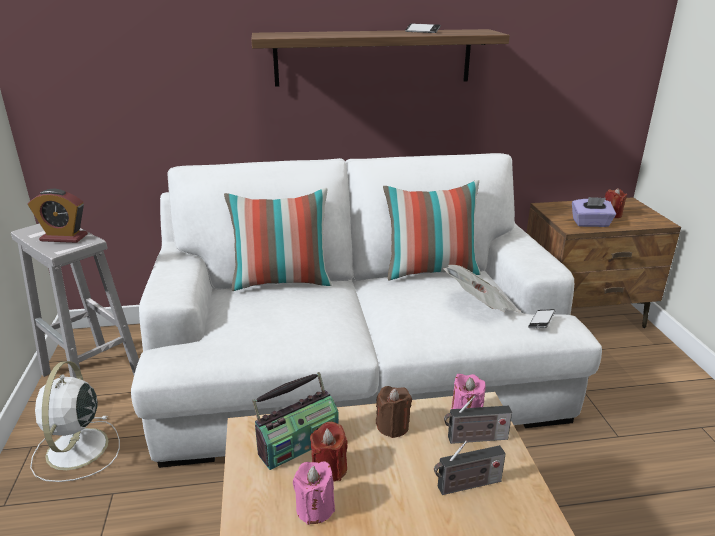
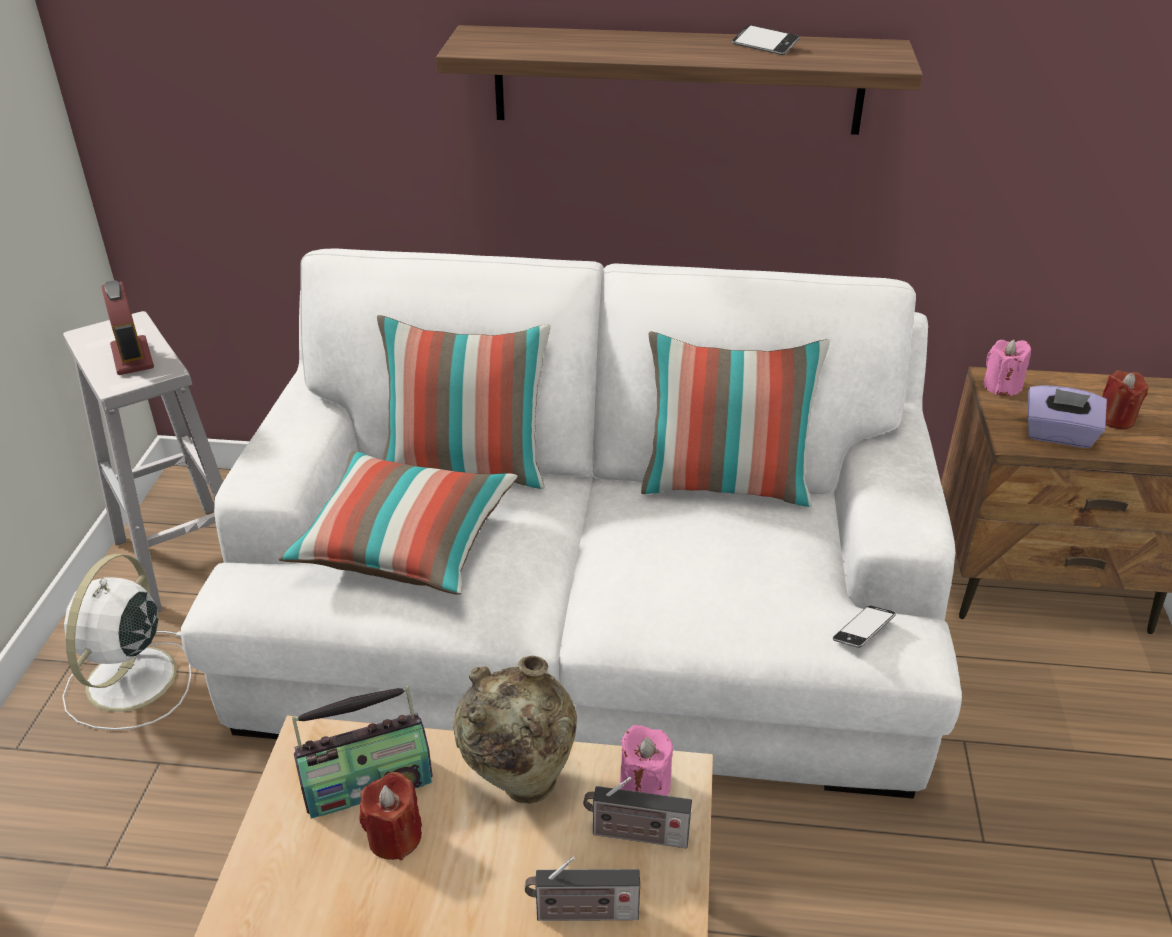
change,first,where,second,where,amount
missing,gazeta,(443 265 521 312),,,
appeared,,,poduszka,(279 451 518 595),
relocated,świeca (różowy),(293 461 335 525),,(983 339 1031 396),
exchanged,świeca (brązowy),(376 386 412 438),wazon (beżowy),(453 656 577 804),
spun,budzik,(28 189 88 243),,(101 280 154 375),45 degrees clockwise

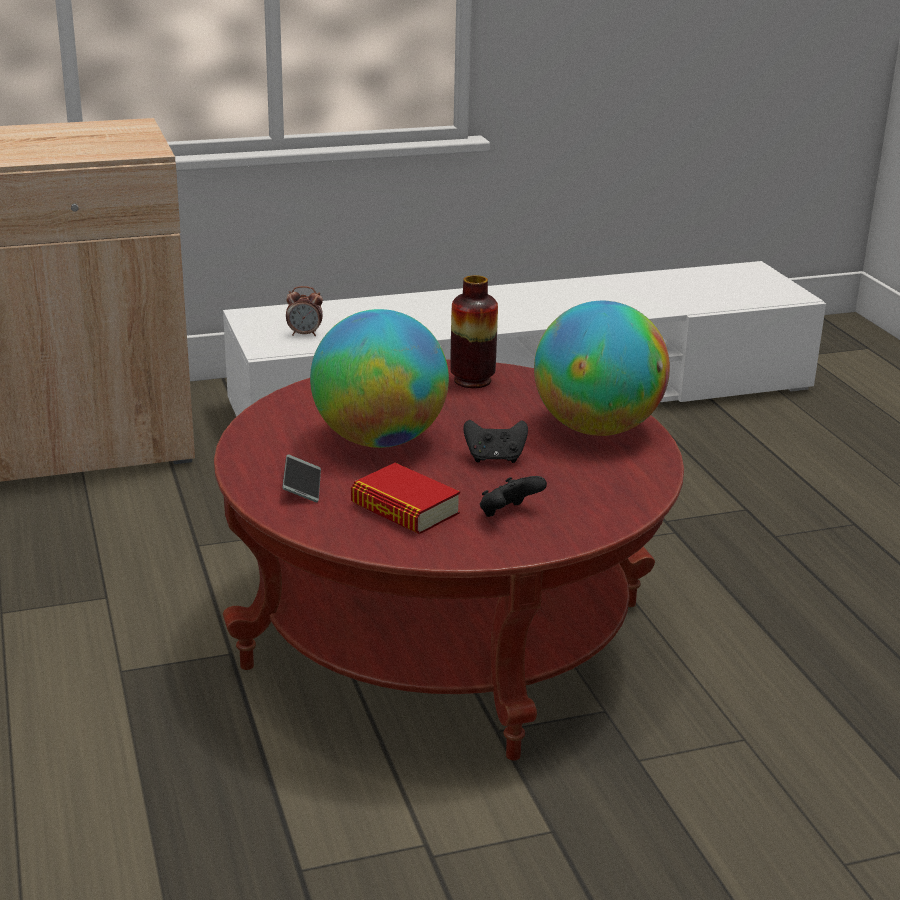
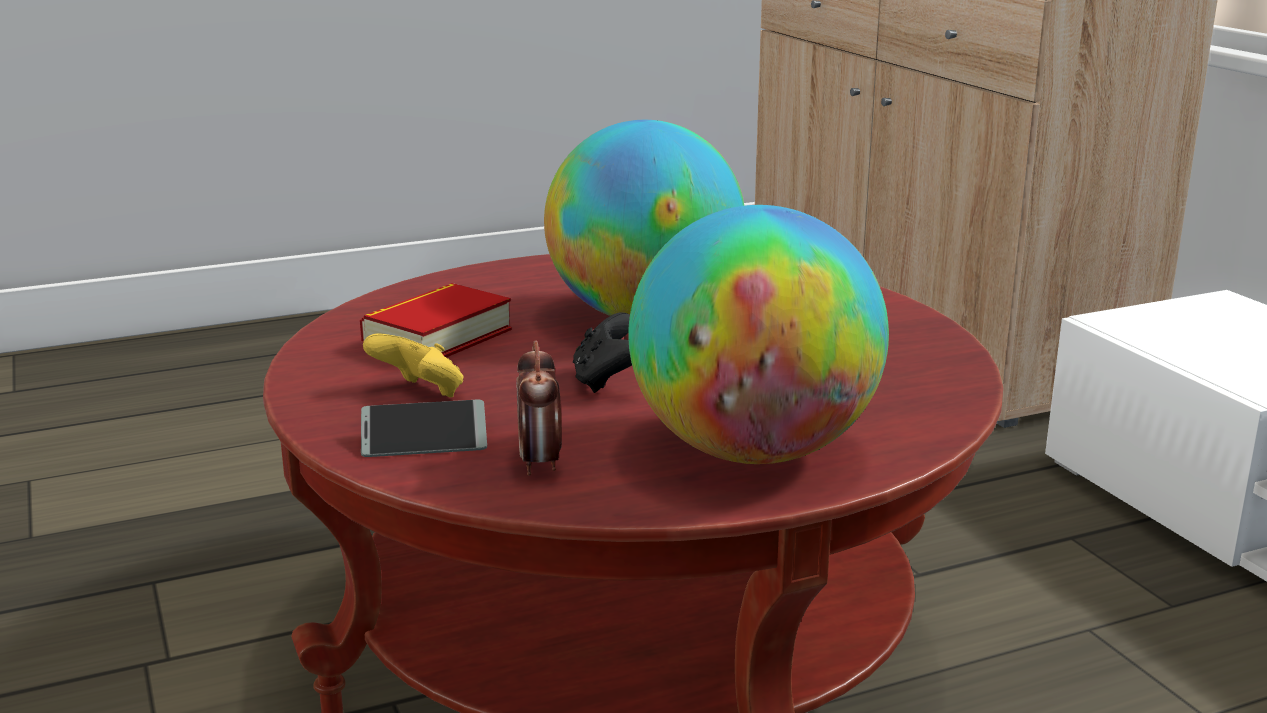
change,first,where,second,where,amount
missing,wazon,(450 275 498 388),,,
relocated,telefon,(282 454 321 502),,(361 400 487 457),
relocated,budzik,(286 286 323 336),,(516 340 562 476),
colour,pad do gier (czarny),(480 476 547 517),pad do gier (żółty),(363 334 464 398),

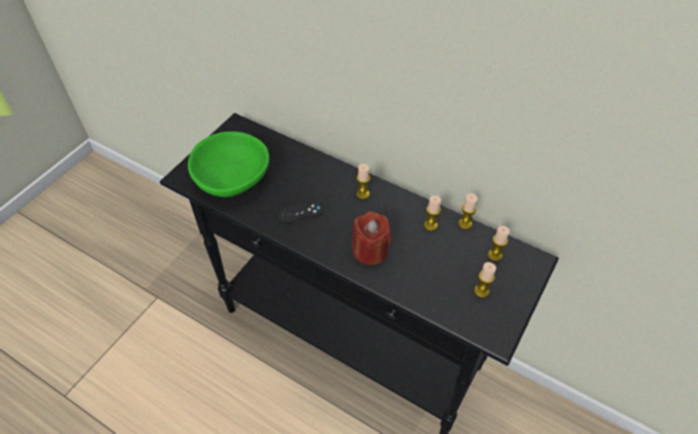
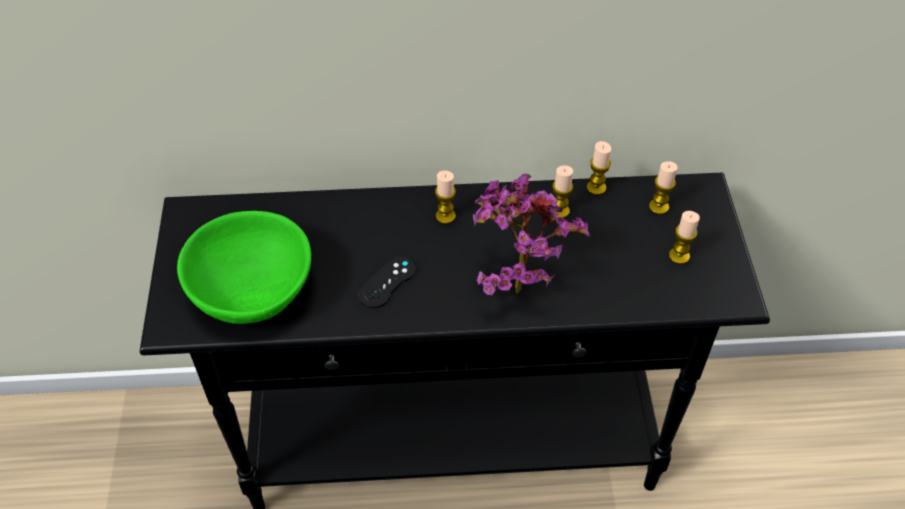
change,first,where,second,where,amount
exchanged,świeca (czerwony),(352 211 392 265),roślina doniczkowa,(473 174 590 295),

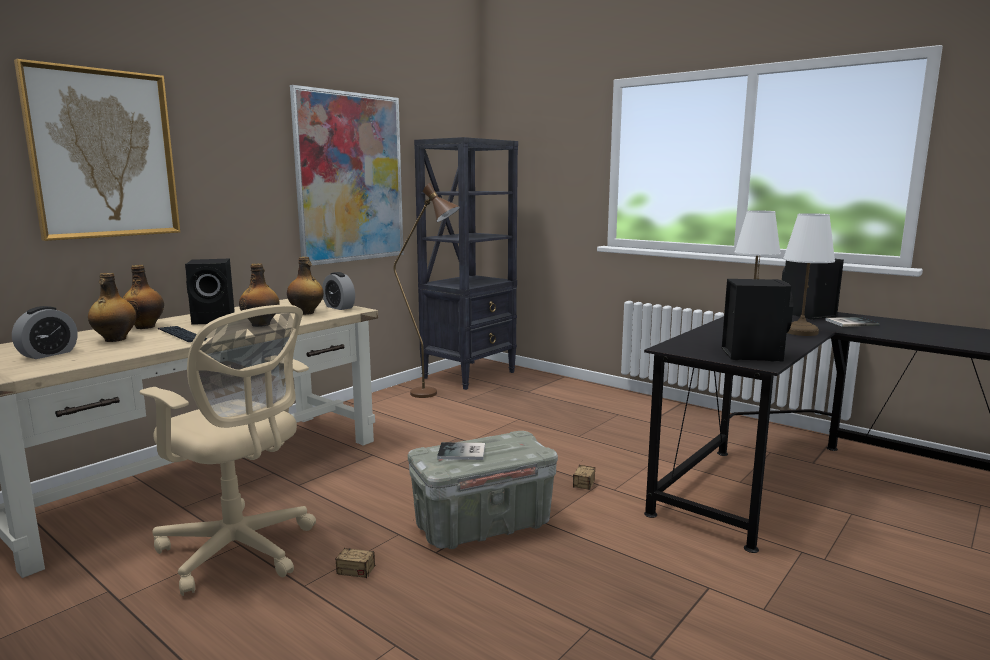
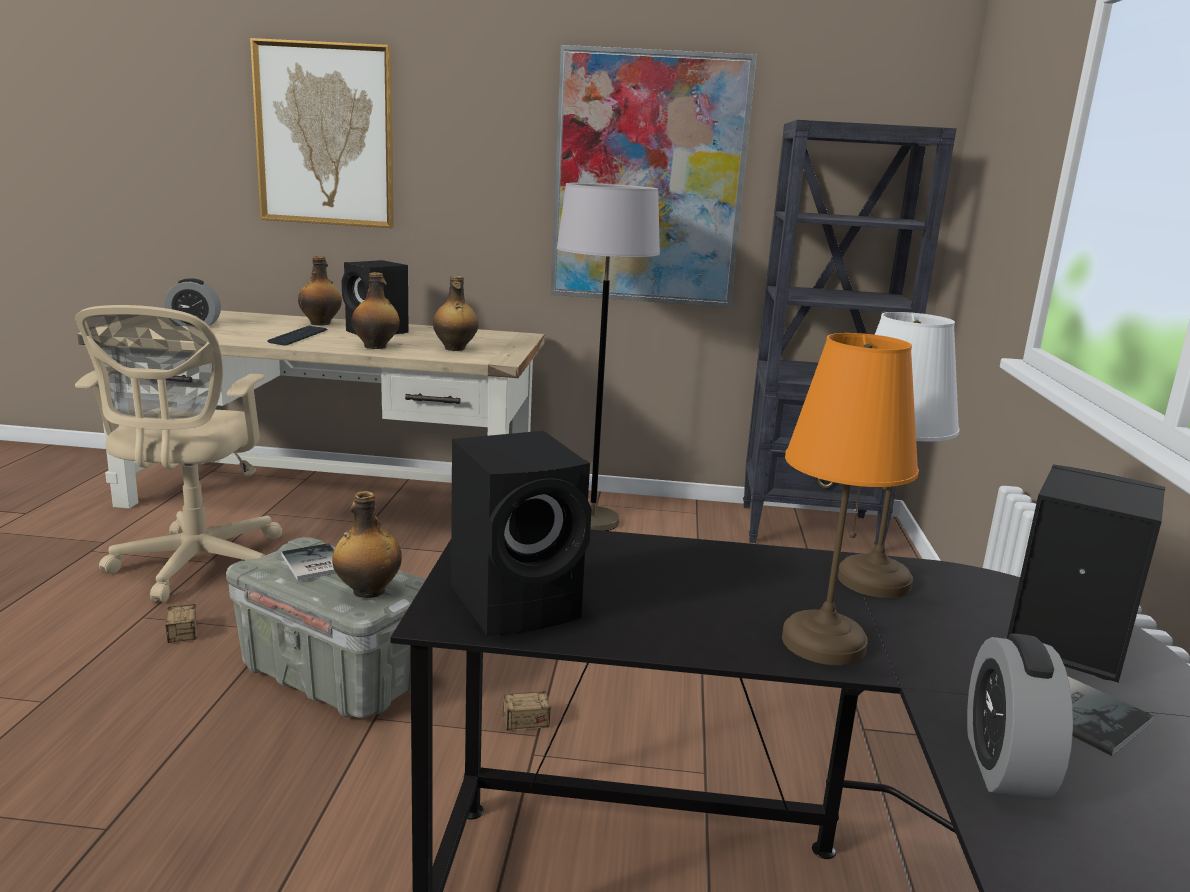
change,first,where,second,where,amount
missing,lampa stojąca (brązowy),(393 183 460 398),,,
appeared,,,lampa stojąca (szary),(557 183 660 531),
relocated,butelka,(88 273 137 342),,(332 491 402 598),
relocated,budzik,(322 272 355 310),,(967 633 1073 800),
colour,lampa stołowa (biały),(783 213 835 336),lampa stołowa (pomarańczowy),(782 333 919 665),

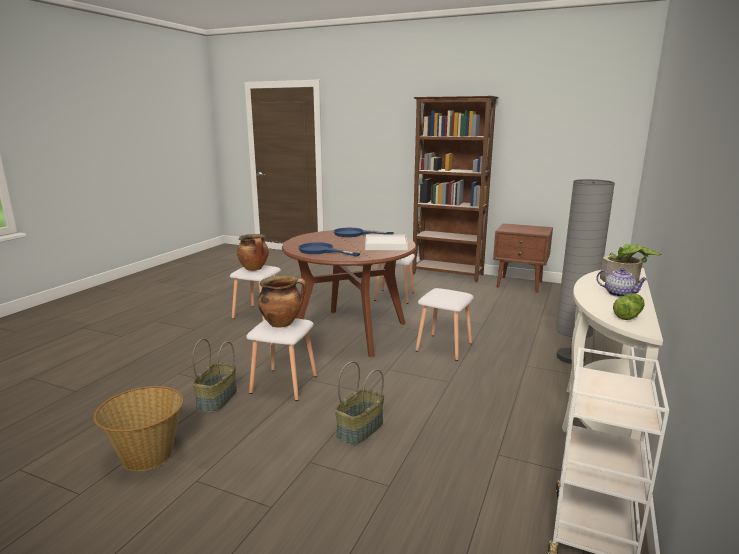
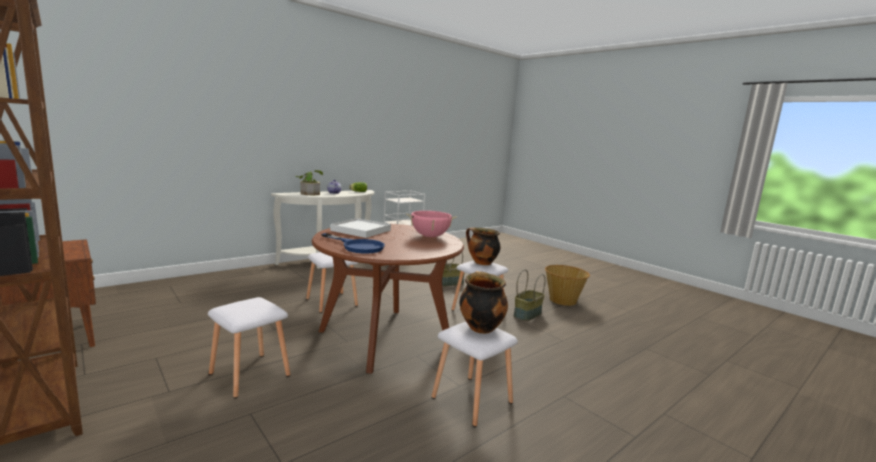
change,first,where,second,where,amount
missing,lampa stojąca (szary),(556 179 615 364),,,
exchanged,patelnia (niebieski),(298 242 360 257),garnek (różowy),(406 211 457 237),

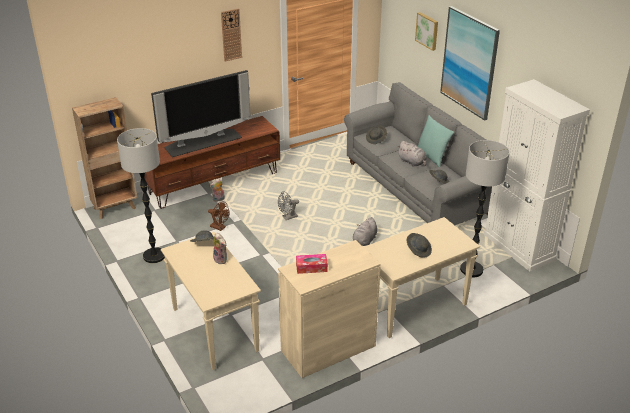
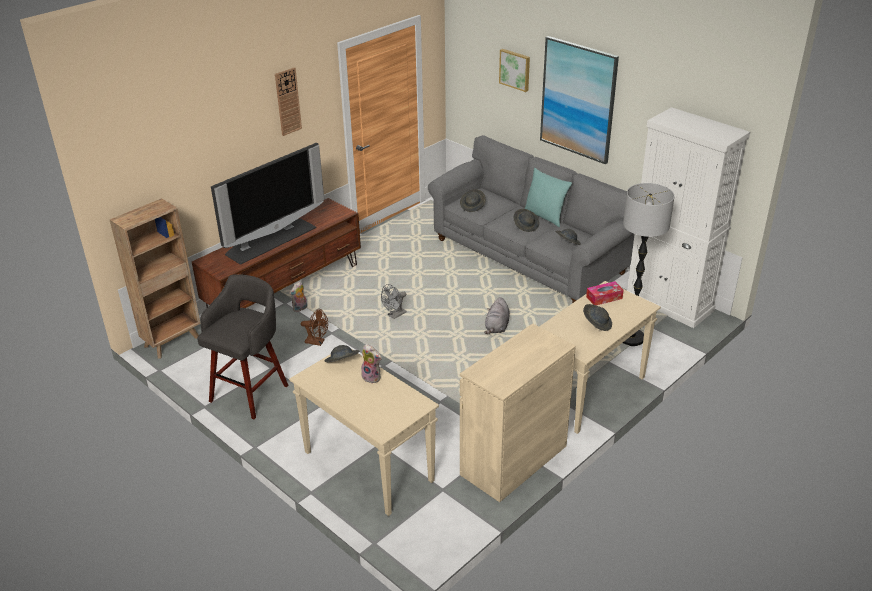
change,first,where,second,where,amount
relocated,pudełko chusteczek,(296 254 328 274),,(586 281 624 305),
exchanged,lampa stojąca,(117 128 165 263),stołek (szary),(197 274 288 419),
exchanged,pluszak (szary),(398 141 426 167),kapelusz (szary),(514 209 539 232),

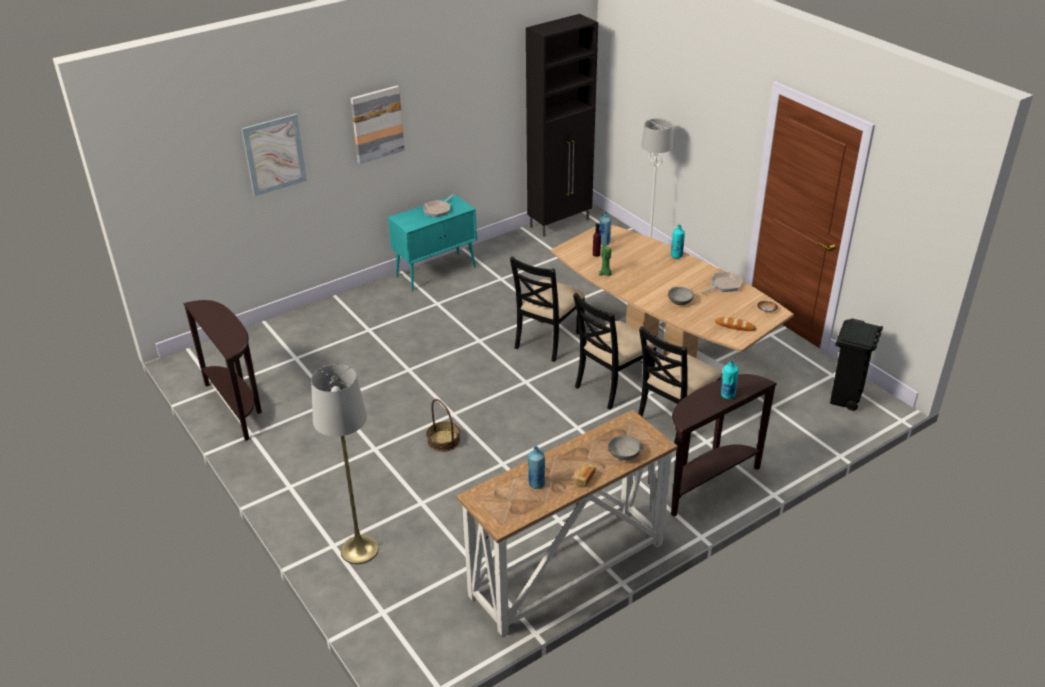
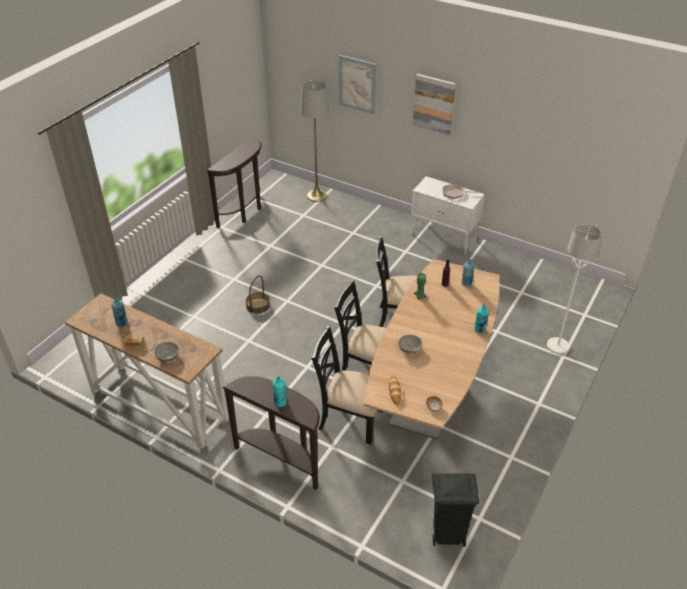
change,first,where,second,where,amount
missing,szafka (czarny),(526 14 598 237),,,
missing,patelnia,(701 272 743 294),,,
relocated,lampa stojąca (szary),(311 364 379 564),,(300 80 329 202),
colour,szafka (turkusowy),(388 195 477 291),szafka (biały),(411 176 485 254),

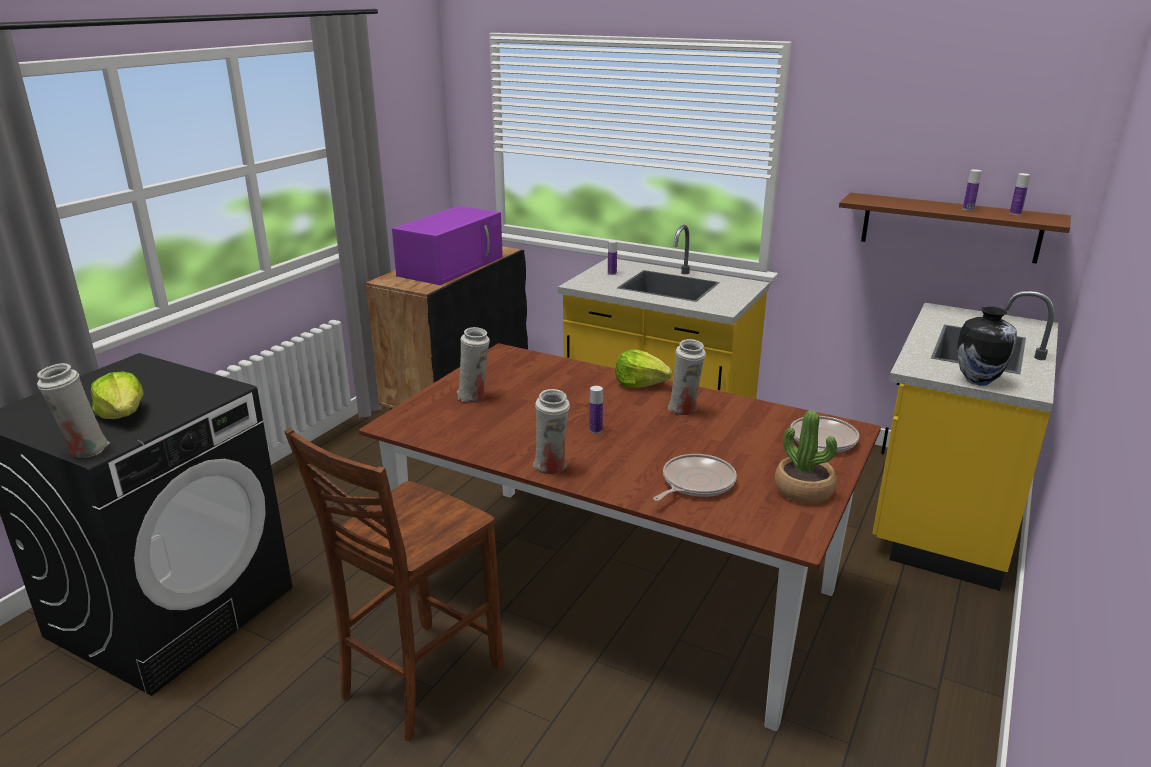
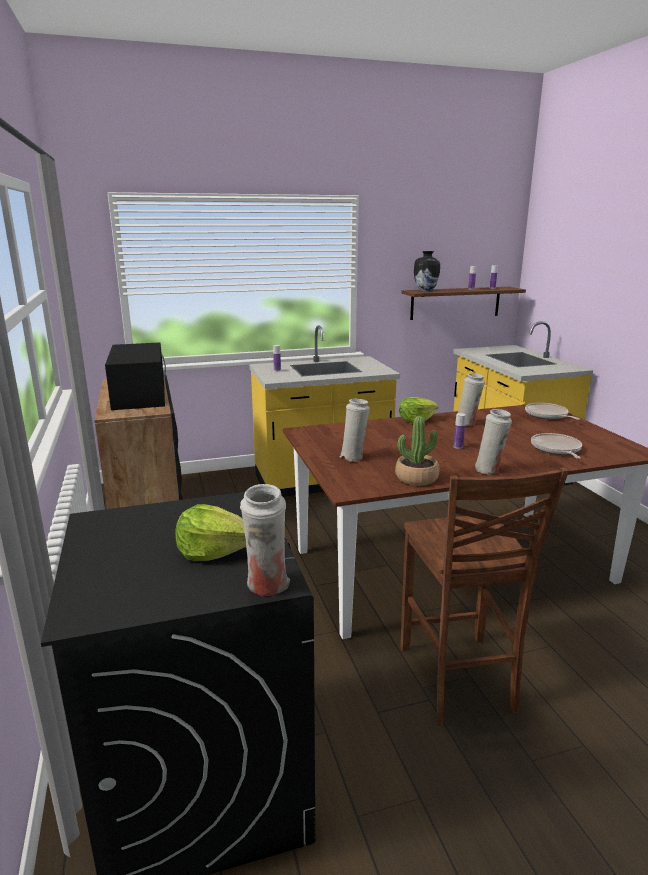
change,first,where,second,where,amount
relocated,roślina doniczkowa,(775 410 837 504),,(395 416 439 485),
relocated,wazon,(958 306 1017 386),,(414 251 440 292),
colour,mikrofalówka (fioletowy),(392 206 503 285),mikrofalówka (czarny),(105 342 166 410),

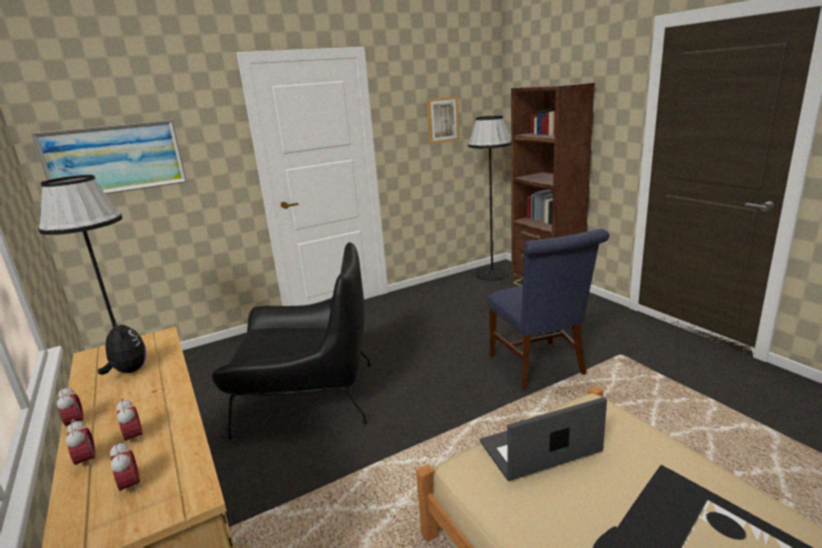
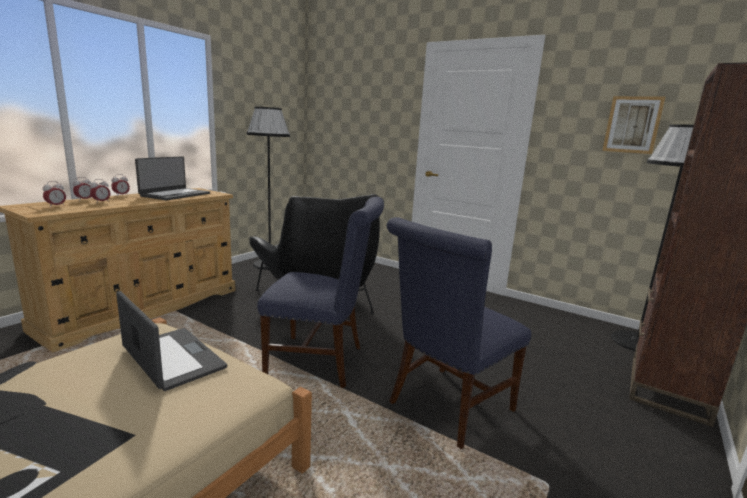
change,first,where,second,where,amount
missing,obraz,(31 120 187 194),,,
appeared,,,krzesło (niebieski),(257 197 384 388),
exchanged,pluszak,(98 318 147 375),laptop,(135 156 210 200),

